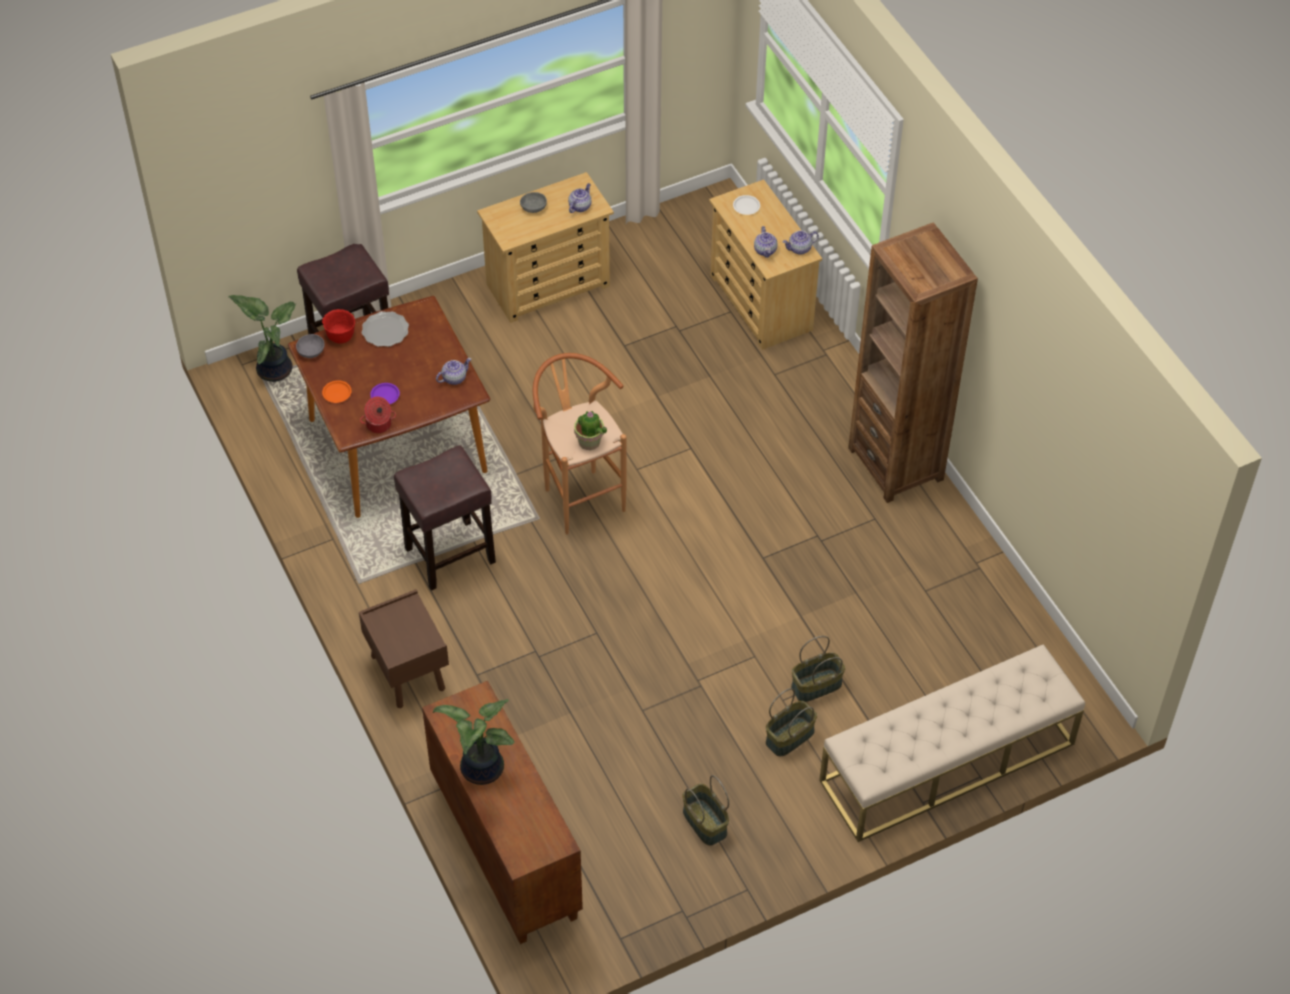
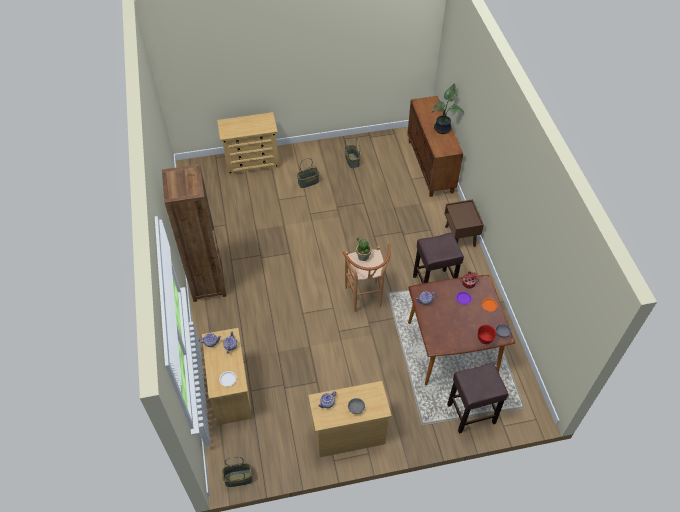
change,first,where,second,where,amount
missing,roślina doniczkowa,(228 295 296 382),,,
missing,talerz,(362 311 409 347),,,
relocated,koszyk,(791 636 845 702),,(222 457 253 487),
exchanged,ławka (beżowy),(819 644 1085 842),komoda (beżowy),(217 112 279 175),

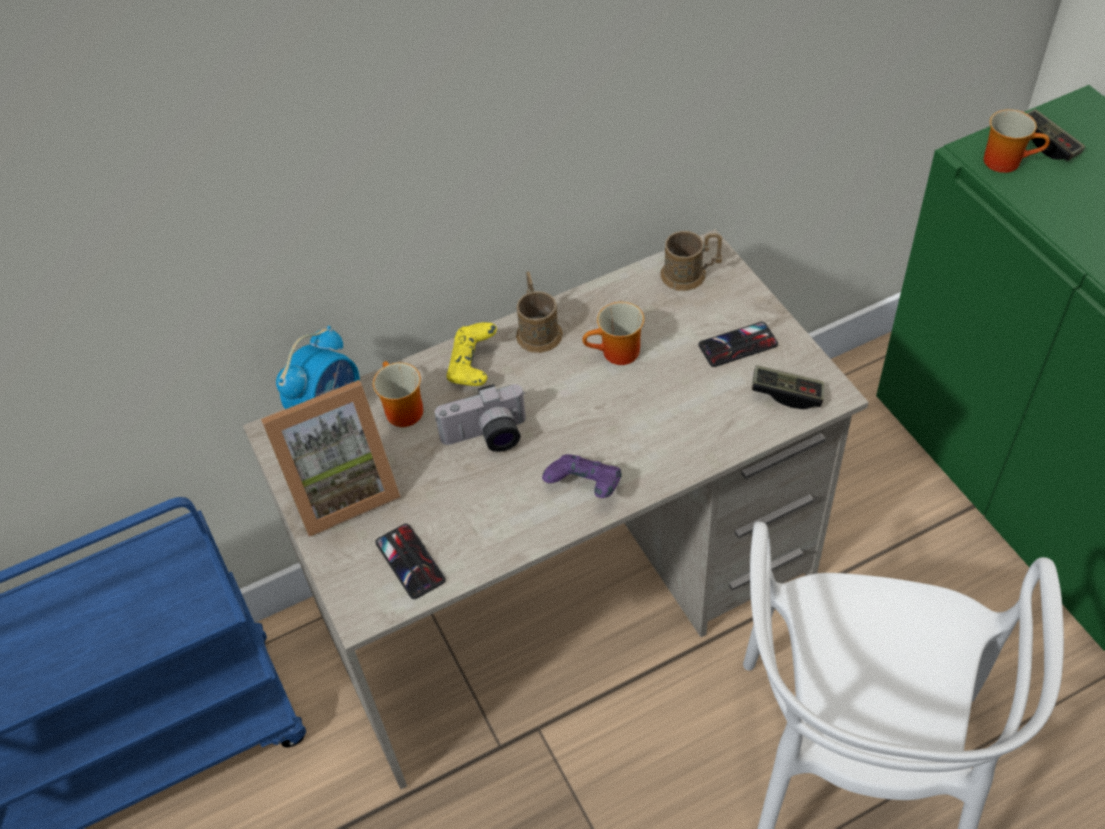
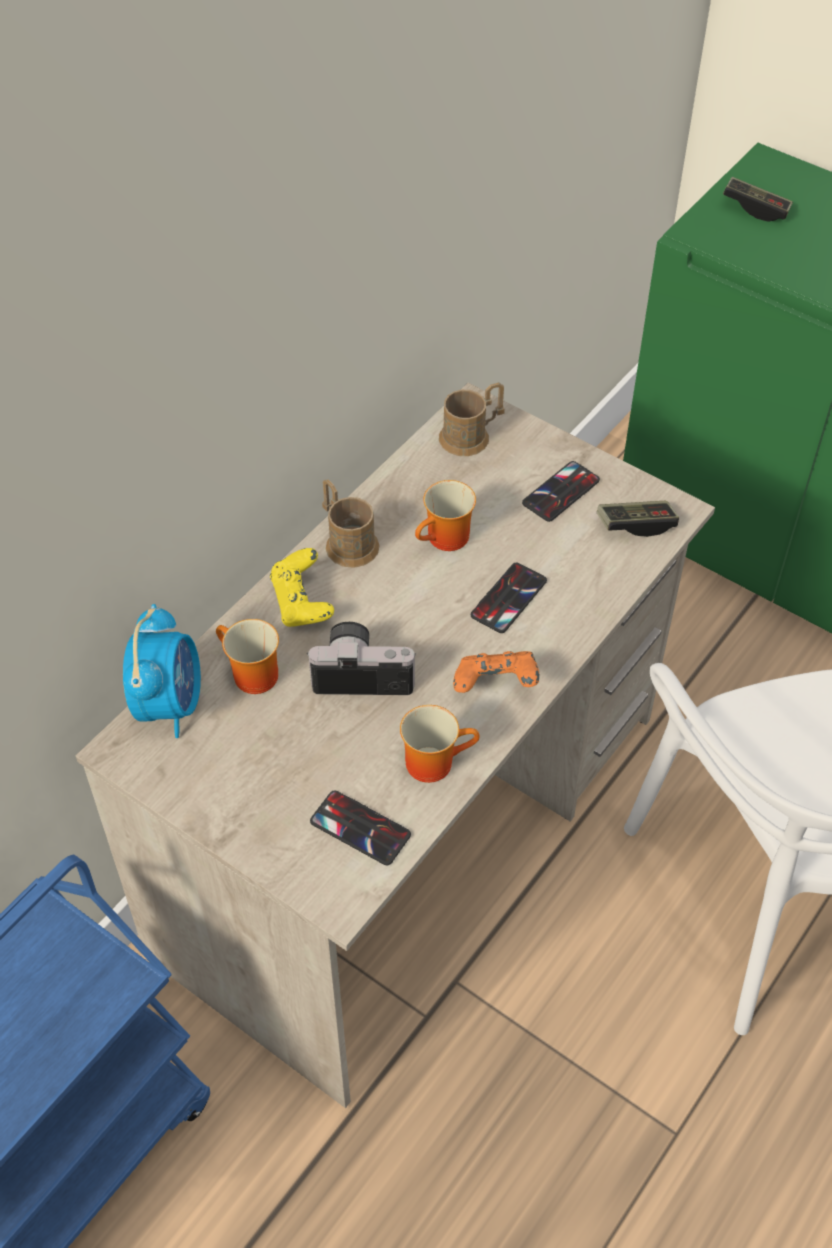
change,first,where,second,where,amount
missing,ramka na zdjęcie,(261 380 401 537),,,
appeared,,,telefon,(471 563 547 633),
relocated,kubek,(984 109 1050 173),,(400 705 479 783),
colour,pad do gier (fioletowy),(542 454 622 498),pad do gier (pomarańczowy),(453 651 539 693),
spun,aparat fotograficzny,(435 384 526 452),,(307 622 416 695),135 degrees counterclockwise

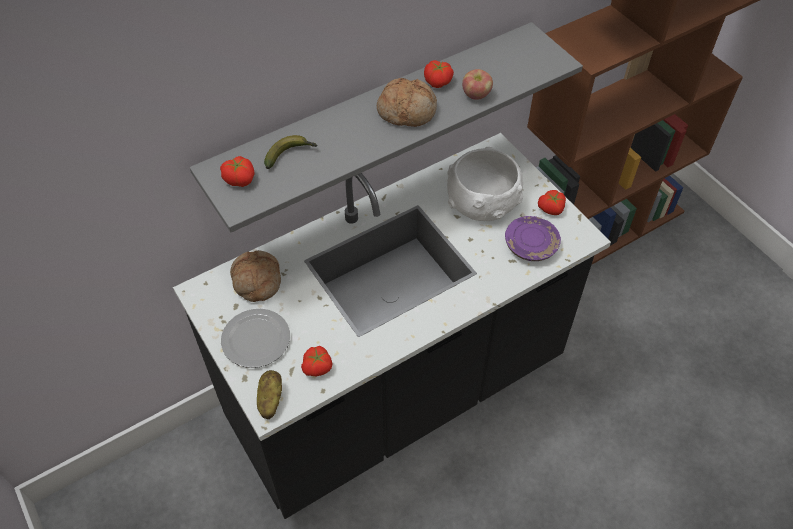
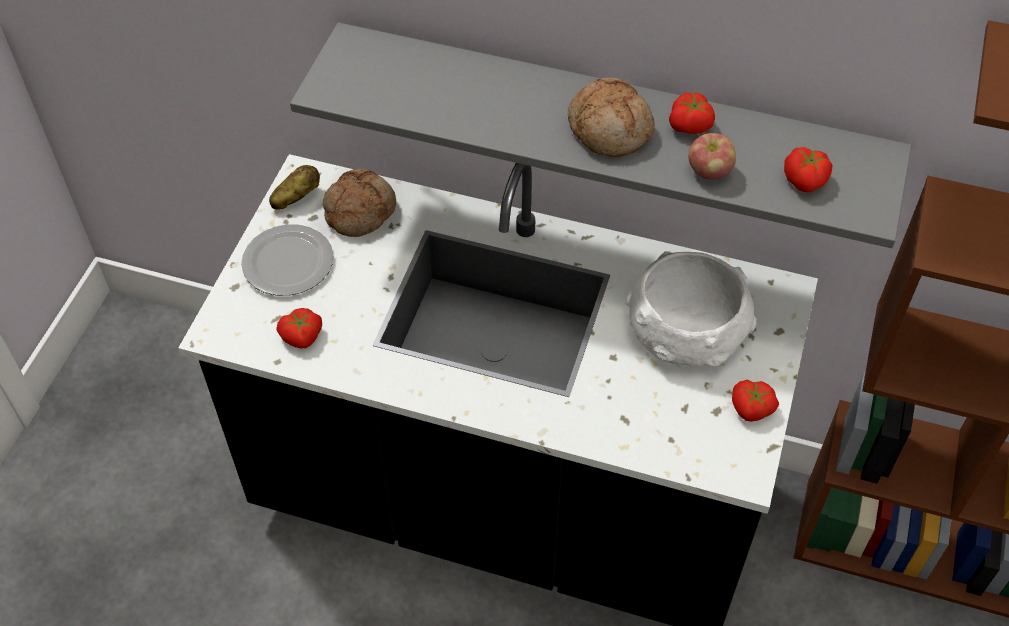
change,first,where,second,where,amount
missing,banan,(264 135 318 169),,,
missing,talerz (fioletowy),(505 216 561 261),,,
relocated,pomidor,(220 156 255 187),,(784 147 832 192),
relocated,ziemniak,(257 370 282 419),,(269 165 320 210),

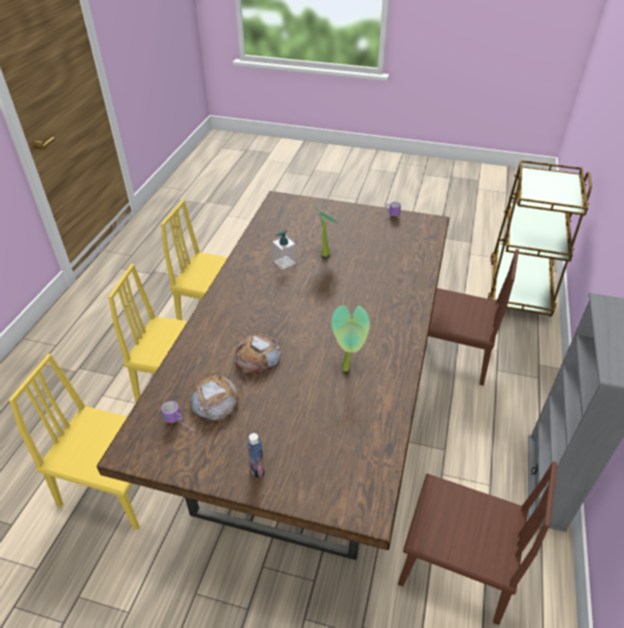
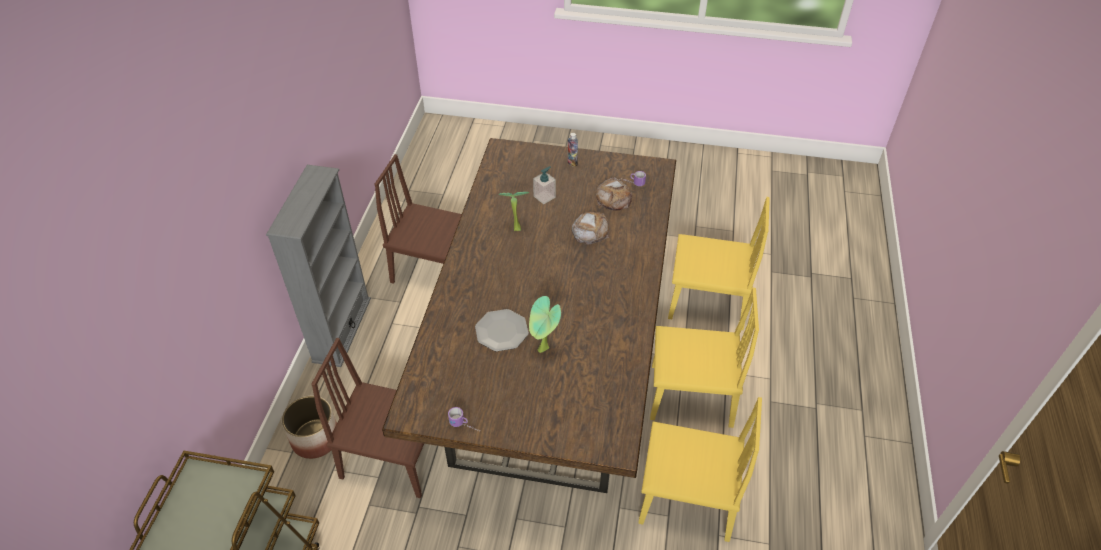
change,first,where,second,where,amount
appeared,,,donica,(282 396 337 459),
appeared,,,talerz,(475 309 529 352),
relocated,dozownik mydła,(272 230 296 269),,(533 166 556 204),

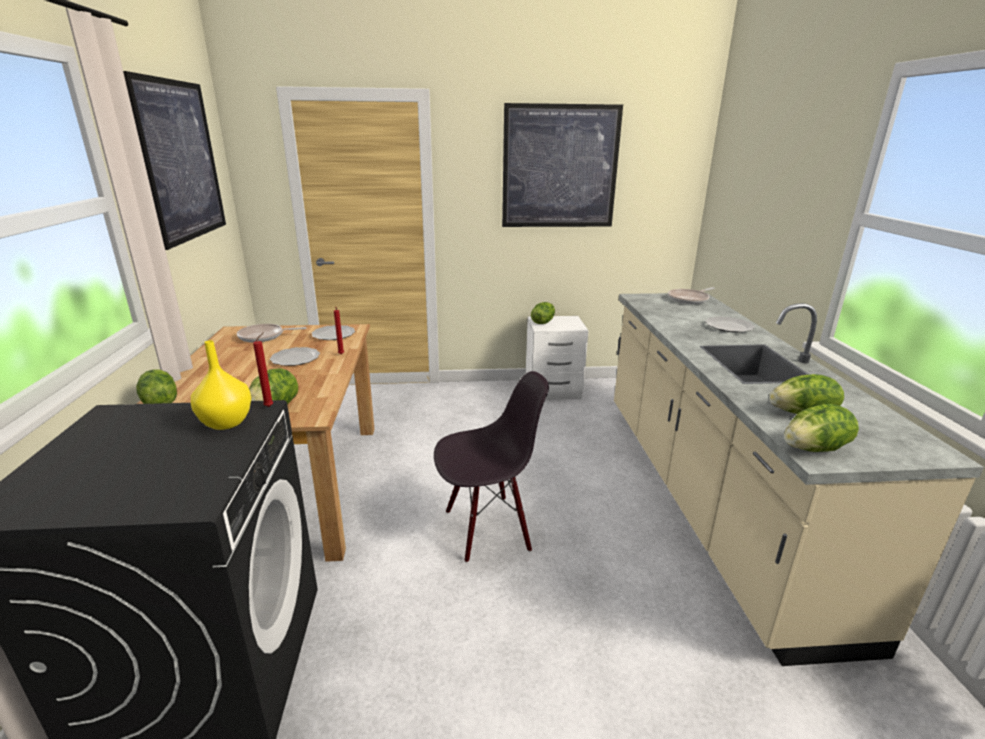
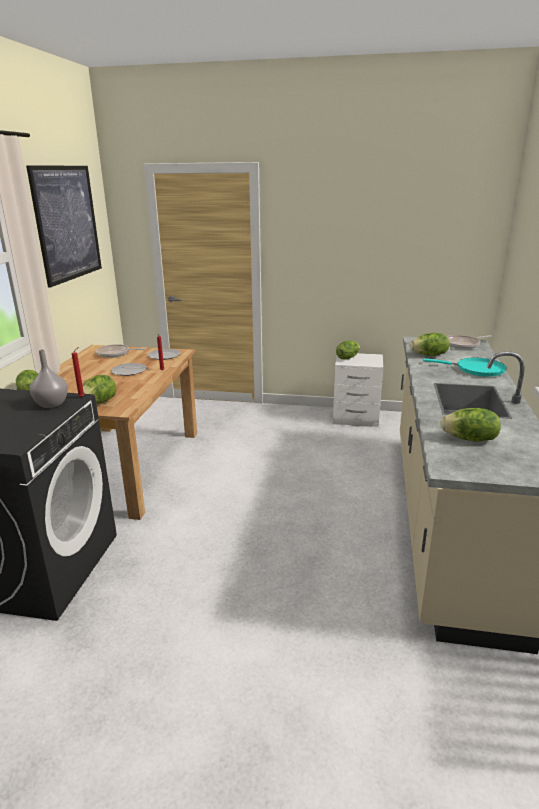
change,first,where,second,where,amount
missing,krzesło (czarny),(434 371 549 563),,,
missing,obraz,(502 103 623 227),,,
relocated,sałata,(784 404 859 452),,(410 333 449 356),
exchanged,talerz,(705 316 755 333),patelnia (turkusowy),(423 358 507 377),
colour,wazon (żółty),(191 340 251 430),wazon (szary),(30 349 68 408),

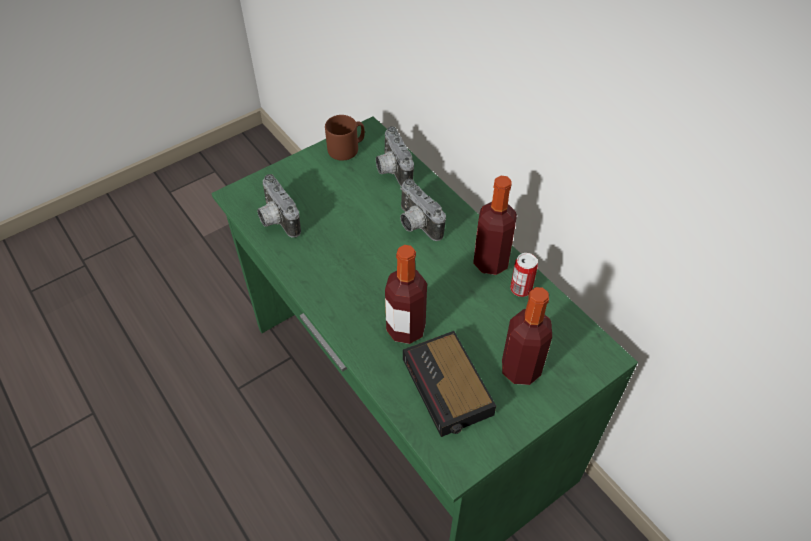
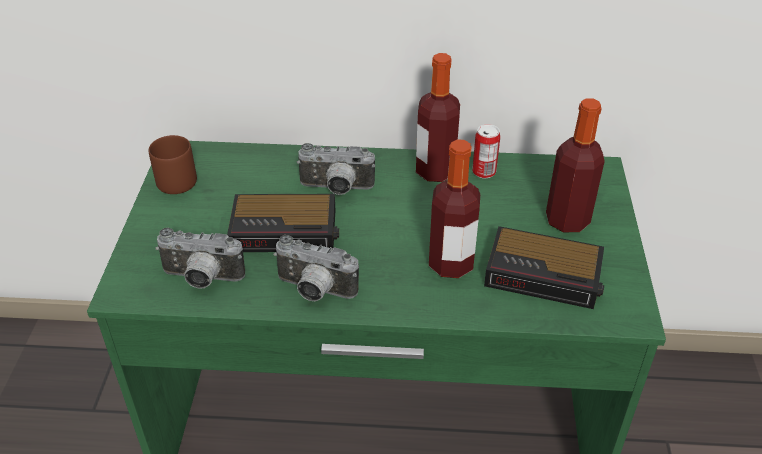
change,first,where,second,where,amount
appeared,,,budzik,(227 194 339 252),
relocated,aparat fotograficzny,(376 126 414 187),,(273 235 359 301),

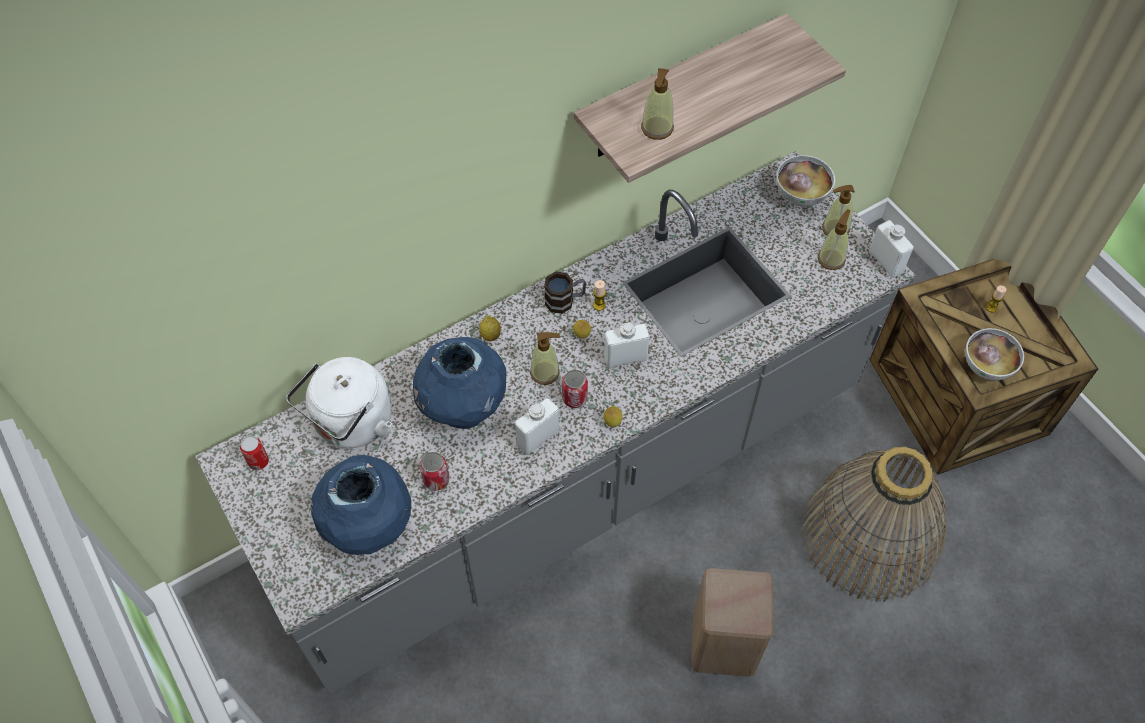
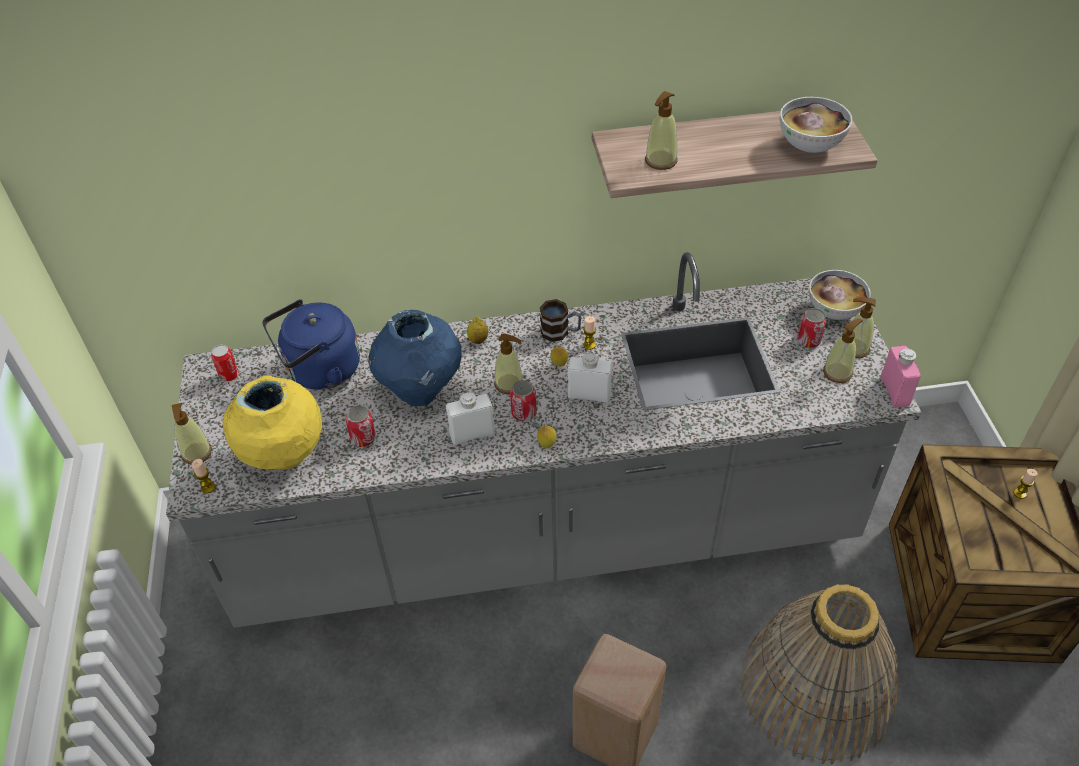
change,first,where,second,where,amount
appeared,,,dozownik mydła,(172 403 212 465),
appeared,,,świeca,(191 459 215 493),
appeared,,,puszka,(797 308 826 348),
relocated,miska,(965 328 1024 380),,(780 97 852 153),
colour,czajnik (biały),(286 357 392 448),czajnik (niebieski),(262 299 360 390),
colour,wazon (niebieski),(311 455 411 555),wazon (żółty),(223 376 322 470),
colour,butelka (biały),(869 220 914 278),butelka (różowy),(880 346 921 408),

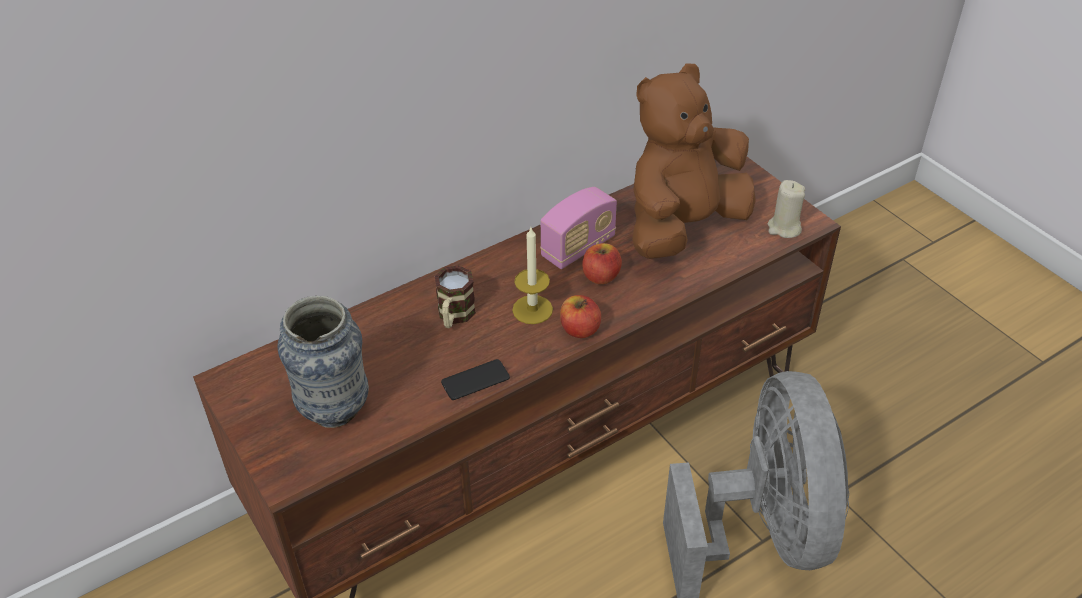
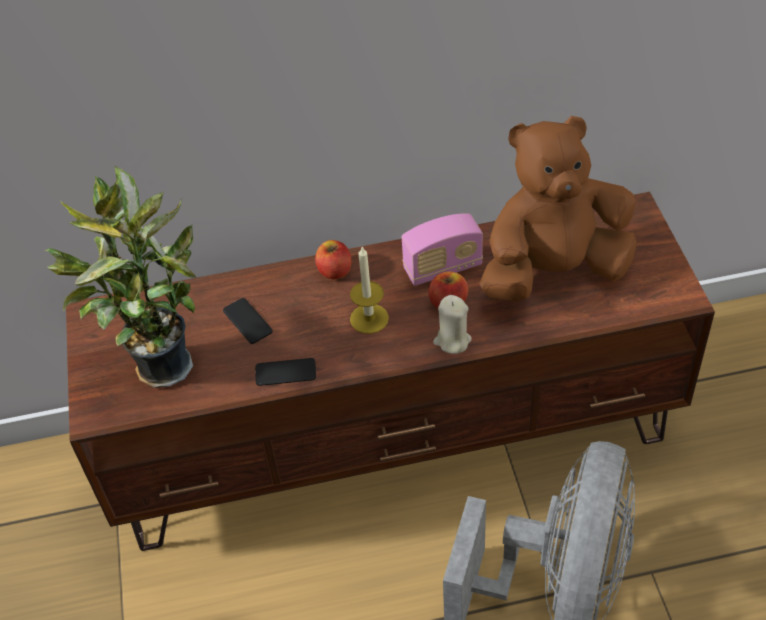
change,first,where,second,where,amount
missing,kubek,(435 265 476 328),,,
appeared,,,telefon,(223 298 273 344),
relocated,jabłko,(560 295 601 338),,(315 240 352 279),
relocated,świeca (beżowy),(767 180 805 238),,(433 295 472 354),
exchanged,wazon,(277 296 369 428),roślina doniczkowa,(45 166 197 388),

